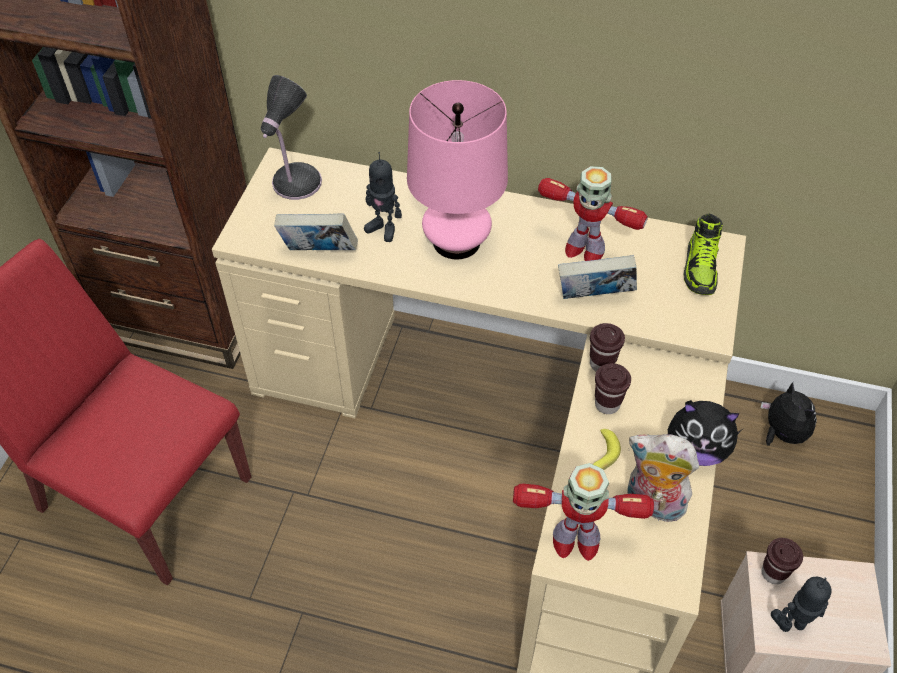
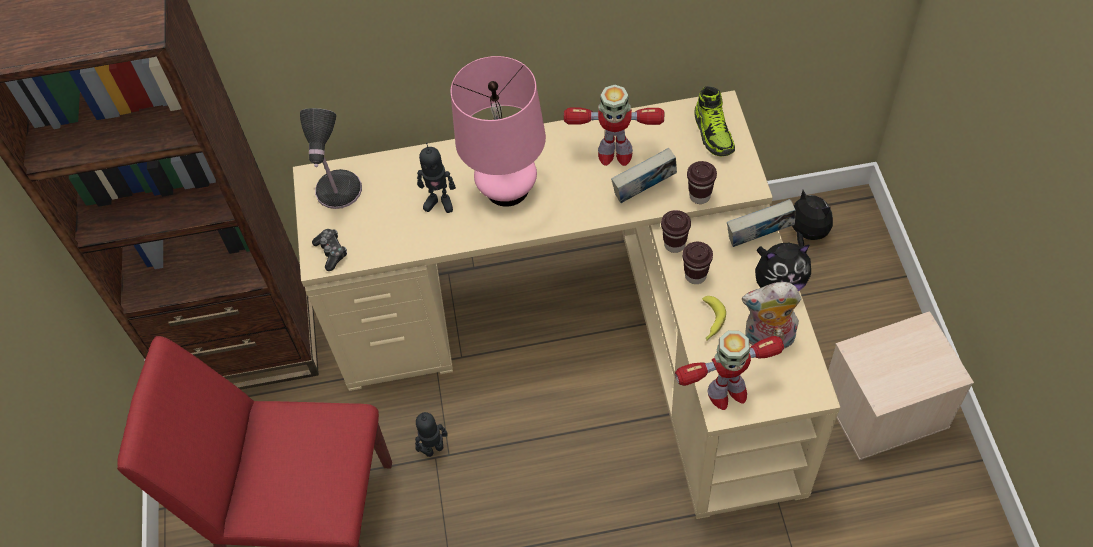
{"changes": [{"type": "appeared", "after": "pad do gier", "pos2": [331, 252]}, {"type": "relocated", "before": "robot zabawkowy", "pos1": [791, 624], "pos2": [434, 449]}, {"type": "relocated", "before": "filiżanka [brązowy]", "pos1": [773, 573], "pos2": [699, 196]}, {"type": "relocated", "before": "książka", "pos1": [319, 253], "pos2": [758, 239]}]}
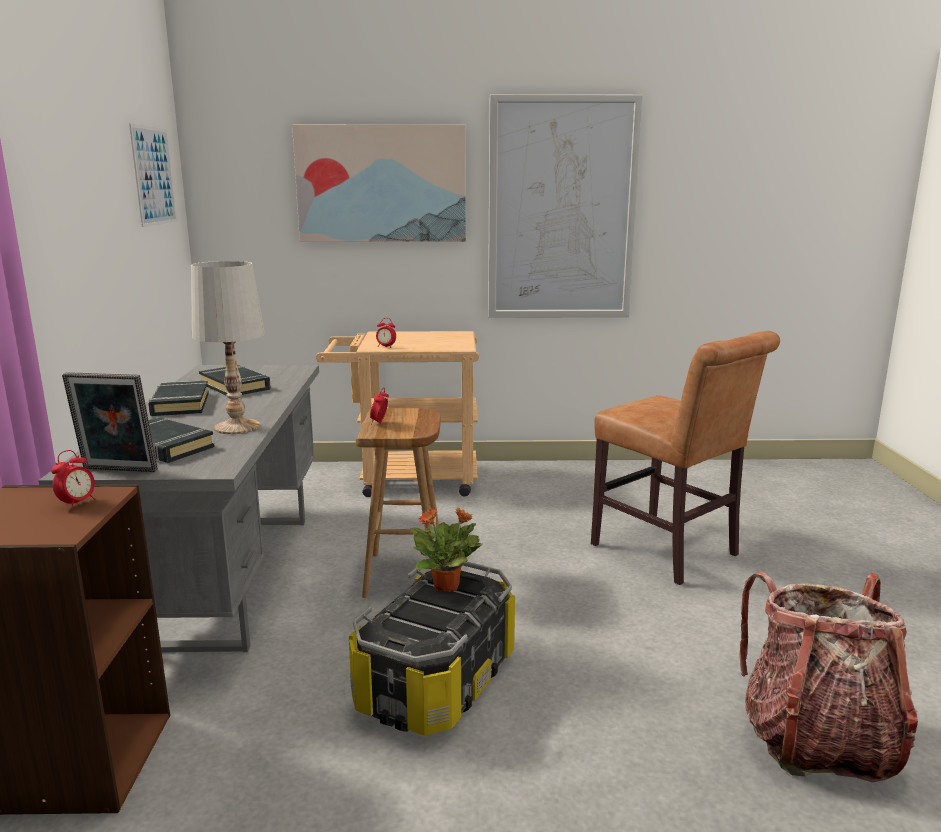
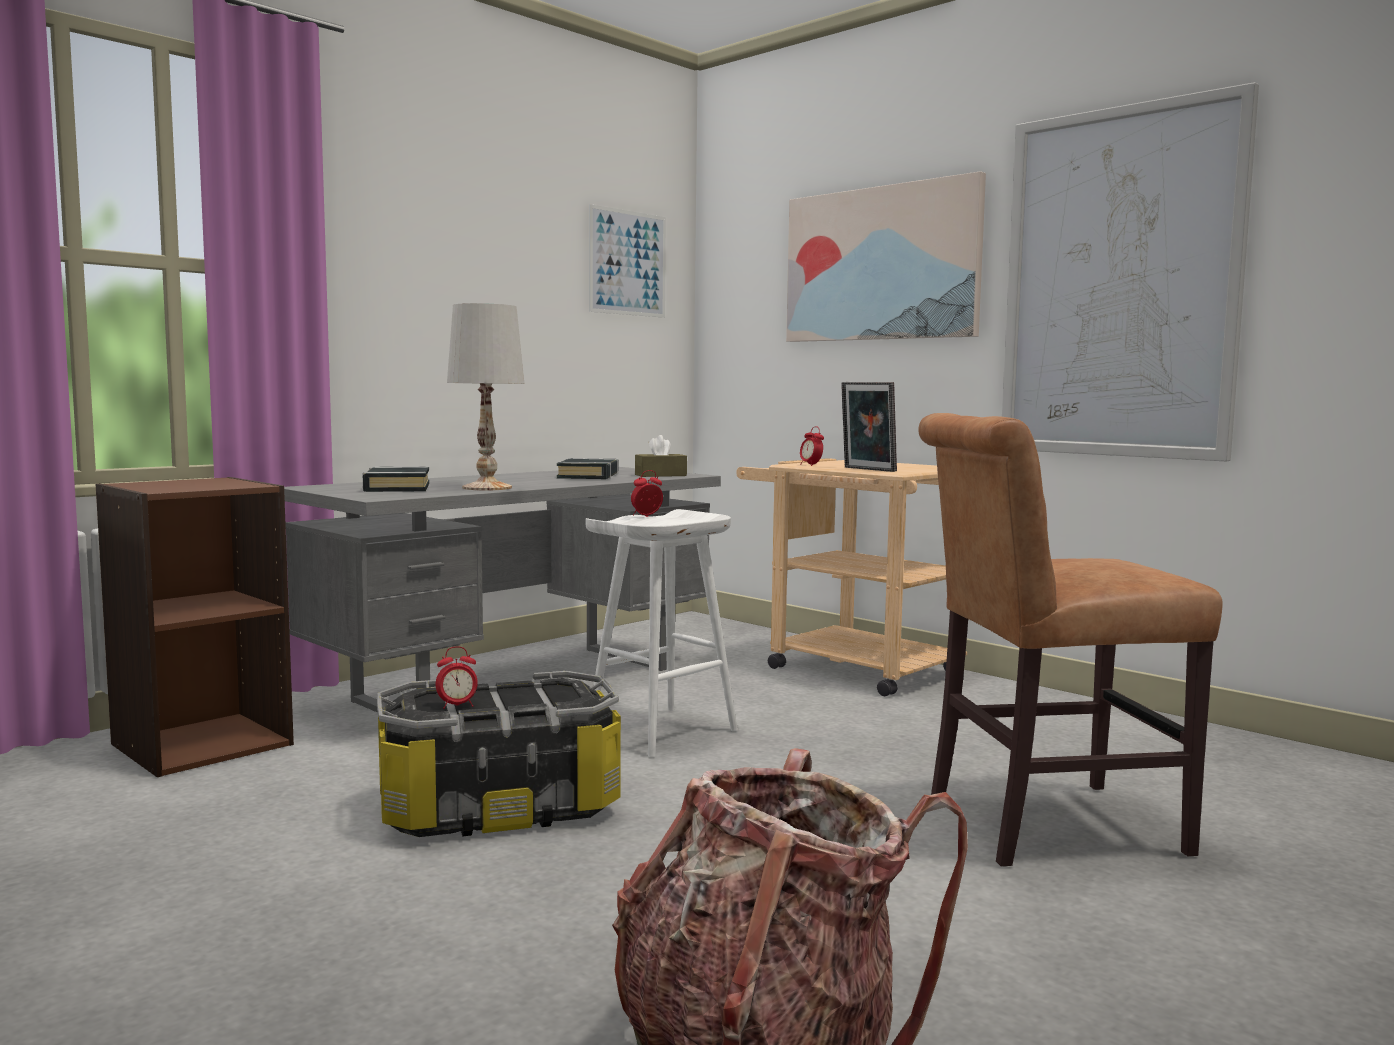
{"changes": [{"type": "relocated", "before": "budzik", "pos1": [77, 503], "pos2": [457, 706]}, {"type": "colour", "before": "stołek [brązowy]", "after": "stołek [biały]", "pos1": [406, 575], "pos2": [661, 732]}, {"type": "appeared", "after": "pudełko chusteczek [brązowy]", "pos2": [660, 475]}, {"type": "relocated", "before": "ramka na zdjęcie", "pos1": [117, 471], "pos2": [867, 469]}, {"type": "spun", "before": "krzesło [brązowy]", "pos1": [670, 553], "pos2": [1040, 825], "turn": 75}, {"type": "missing", "before": "książka [czarny]", "pos1": [180, 404]}, {"type": "missing", "before": "roślina doniczkowa", "pos1": [447, 586]}]}
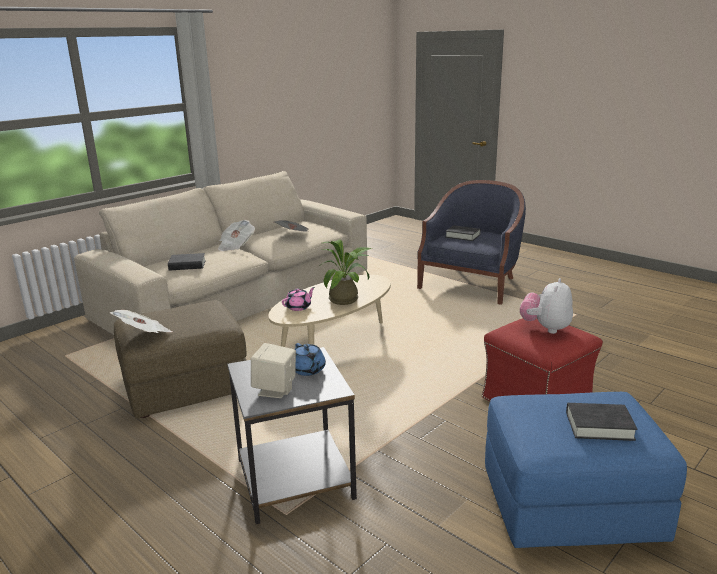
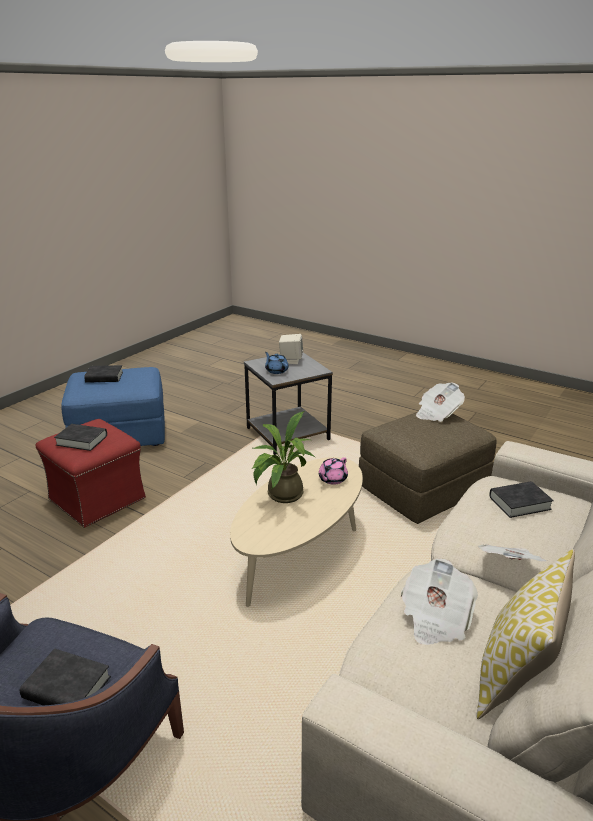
{"changes": [{"type": "exchanged", "before": "pluszak", "after": "książka [czarny]", "pos1": [545, 328], "pos2": [82, 440]}, {"type": "appeared", "after": "poduszka", "pos2": [515, 677]}]}
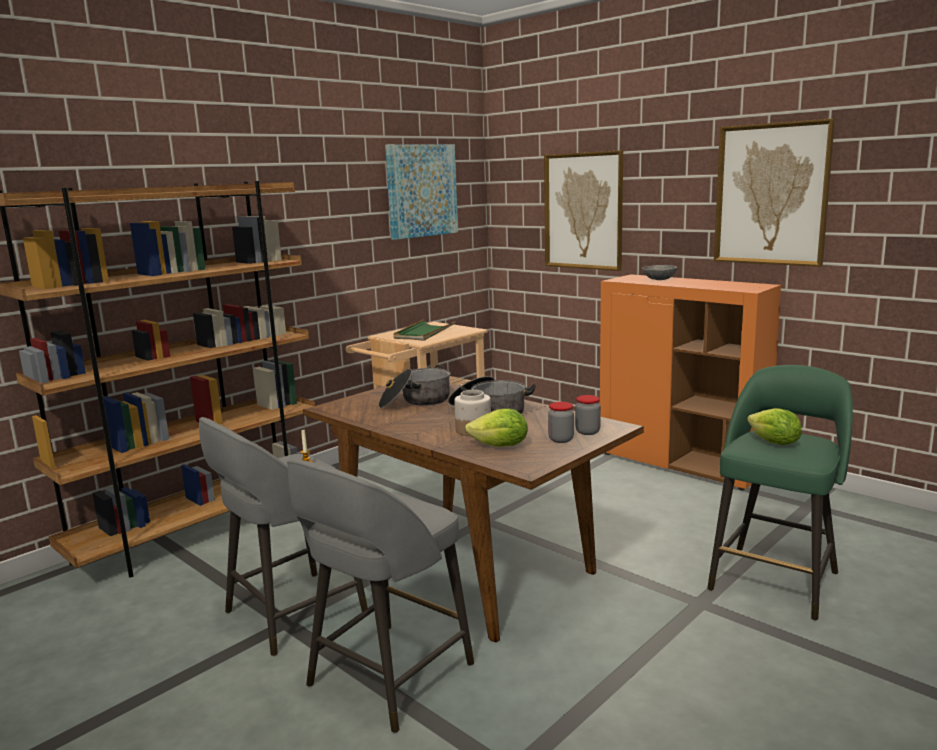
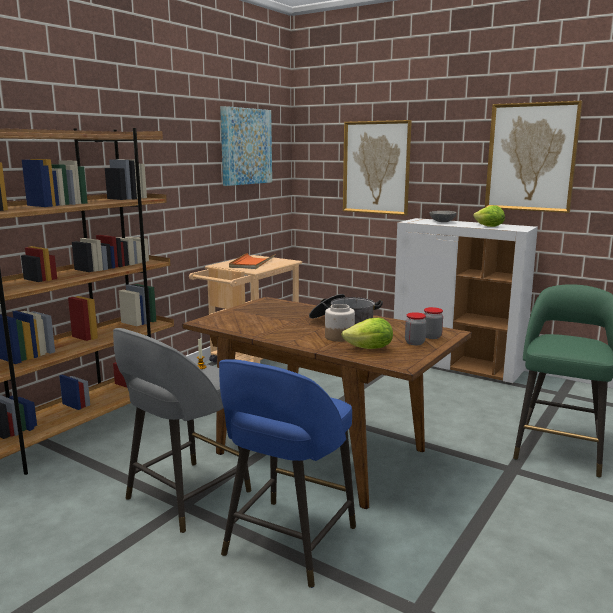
{"changes": [{"type": "colour", "before": "stołek [szary]", "after": "stołek [niebieski]", "pos1": [387, 677], "pos2": [288, 543]}, {"type": "colour", "before": "taca [zielony]", "after": "taca [pomarańczowy]", "pos1": [424, 333], "pos2": [252, 263]}, {"type": "colour", "before": "szafka [pomarańczowy]", "after": "szafka [biały]", "pos1": [682, 464], "pos2": [457, 366]}, {"type": "relocated", "before": "sałata", "pos1": [774, 443], "pos2": [489, 226]}, {"type": "missing", "before": "garnek", "pos1": [415, 401]}]}
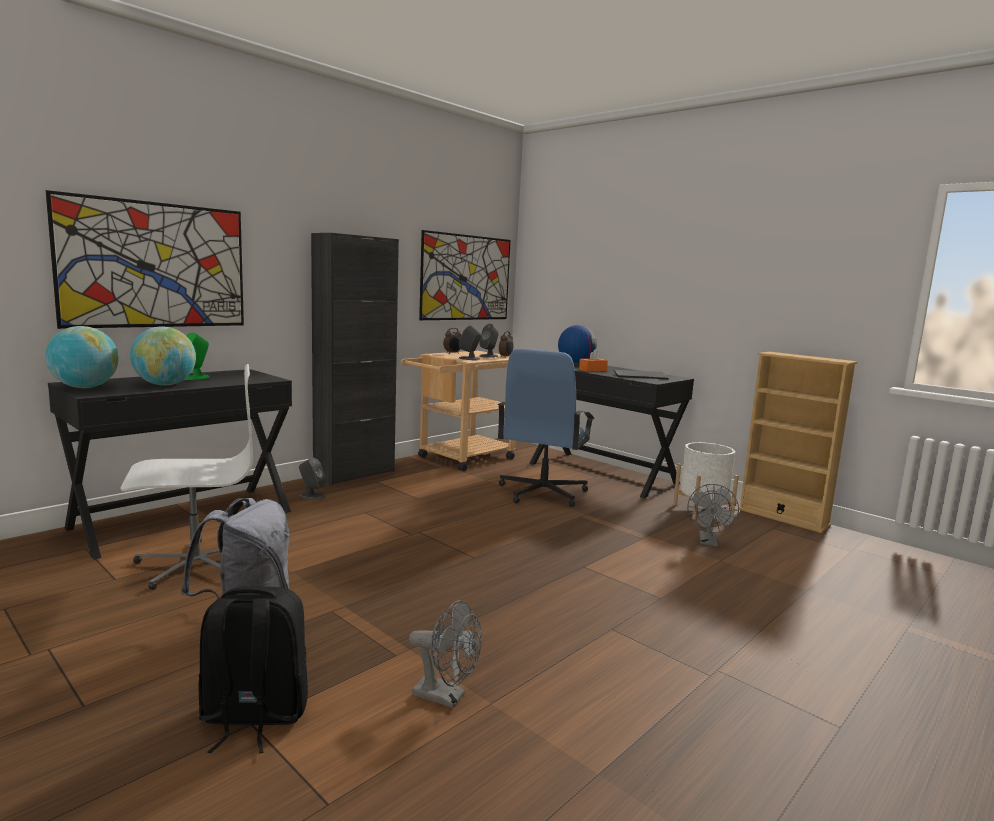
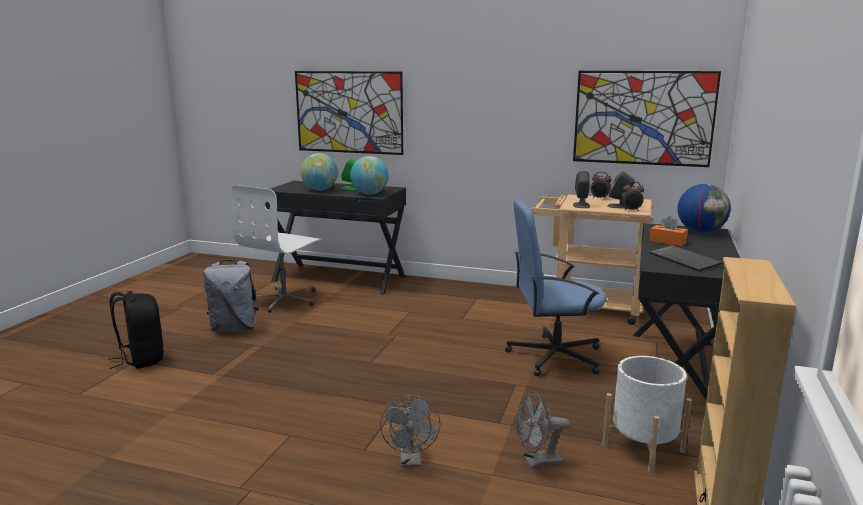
{"changes": [{"type": "spun", "before": "krzesło biurowe [biały]", "pos1": [195, 563], "pos2": [285, 299], "turn": 75}, {"type": "relocated", "before": "globus", "pos1": [85, 387], "pos2": [370, 194]}, {"type": "relocated", "before": "wentylator [szary]", "pos1": [446, 697], "pos2": [411, 461]}, {"type": "missing", "before": "głośnik [szary]", "pos1": [312, 496]}, {"type": "missing", "before": "szafka [czarny]", "pos1": [354, 474]}]}
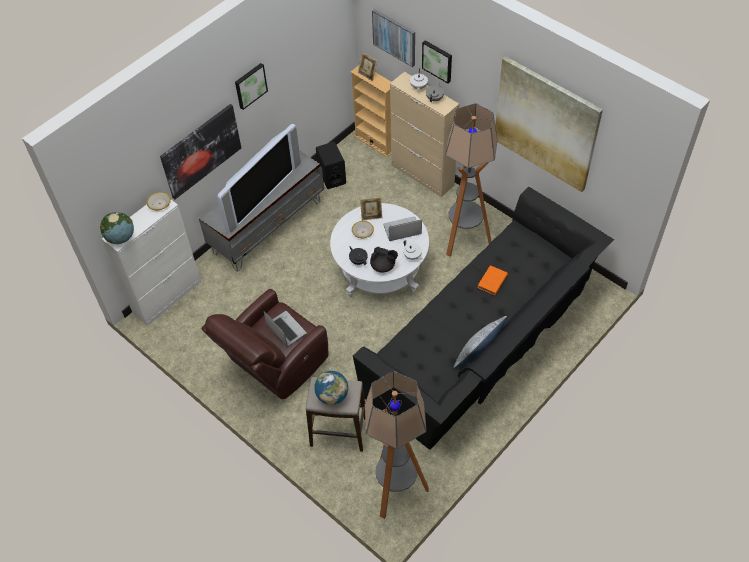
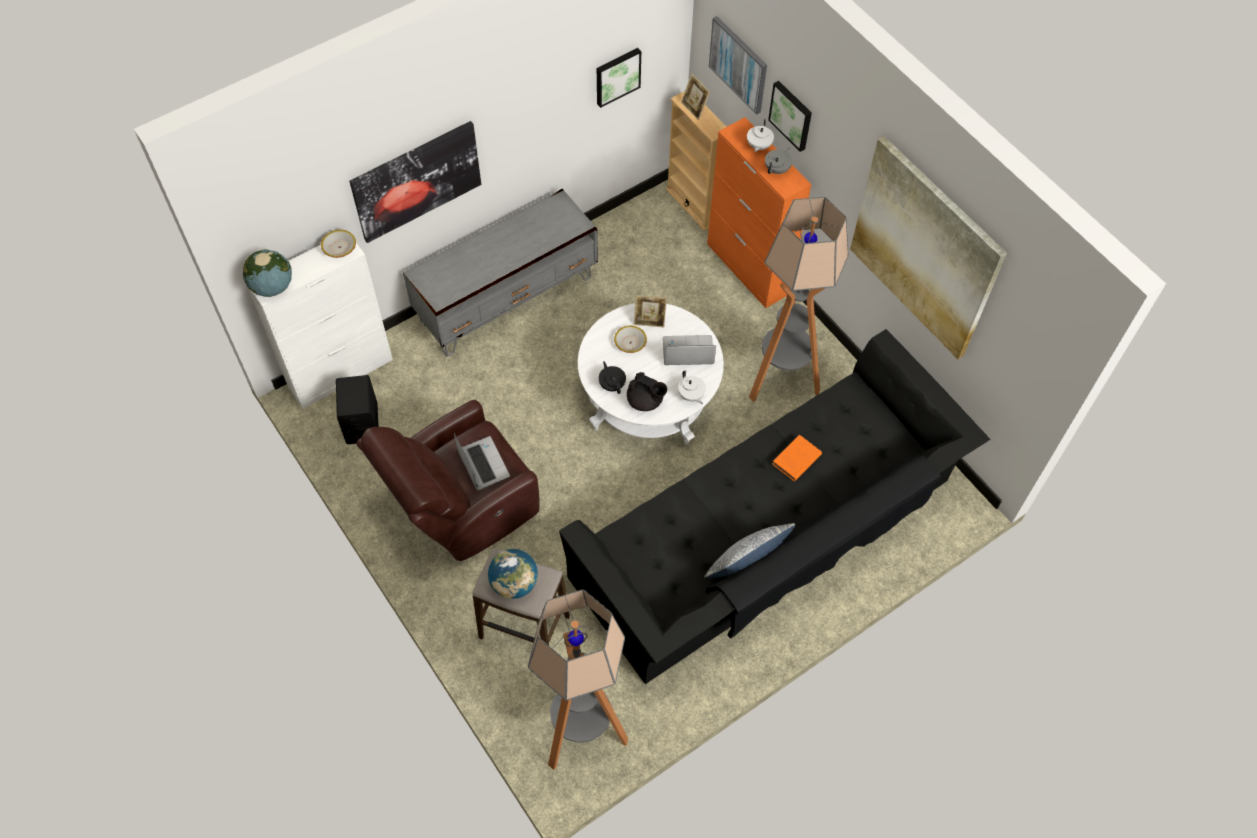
{"changes": [{"type": "relocated", "before": "głośnik [czarny]", "pos1": [332, 177], "pos2": [362, 423]}, {"type": "relocated", "before": "obraz", "pos1": [250, 85], "pos2": [617, 76]}, {"type": "colour", "before": "szafka [beżowy]", "after": "szafka [pomarańczowy]", "pos1": [422, 175], "pos2": [748, 269]}, {"type": "missing", "before": "telewizor", "pos1": [262, 195]}]}
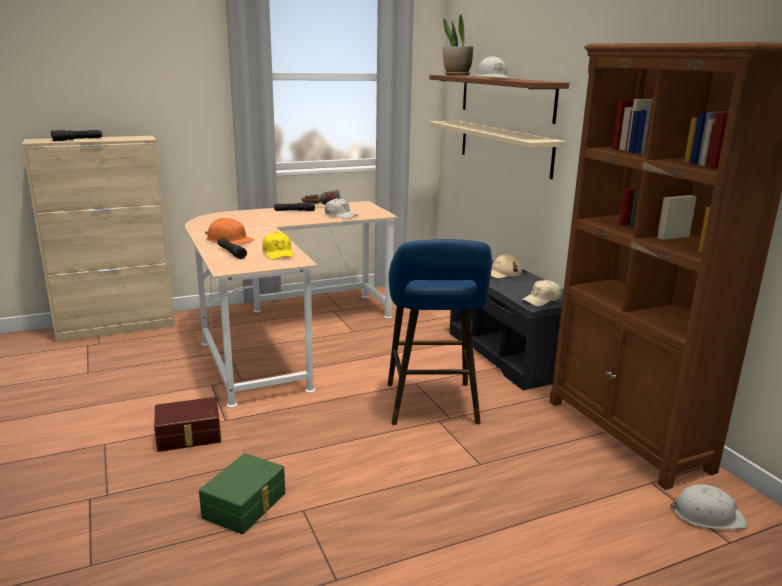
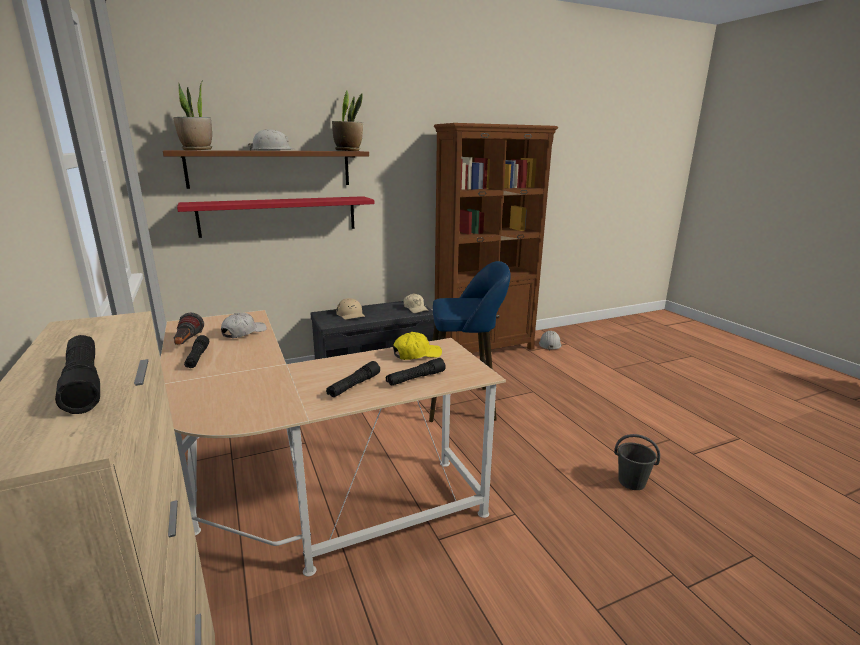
{"changes": [{"type": "colour", "before": "półka [beżowy]", "after": "półka [czerwony]", "pos1": [504, 147], "pos2": [279, 216]}, {"type": "exchanged", "before": "kask [pomarańczowy]", "after": "latarka [czarny]", "pos1": [229, 240], "pos2": [354, 386]}, {"type": "appeared", "after": "roślina doniczkowa", "pos2": [348, 150]}, {"type": "exchanged", "before": "pojemnik do przechowywania [zielony]", "after": "wiadro [szary]", "pos1": [246, 505], "pos2": [631, 481]}, {"type": "missing", "before": "pojemnik do przechowywania [brązowy]", "pos1": [189, 436]}]}
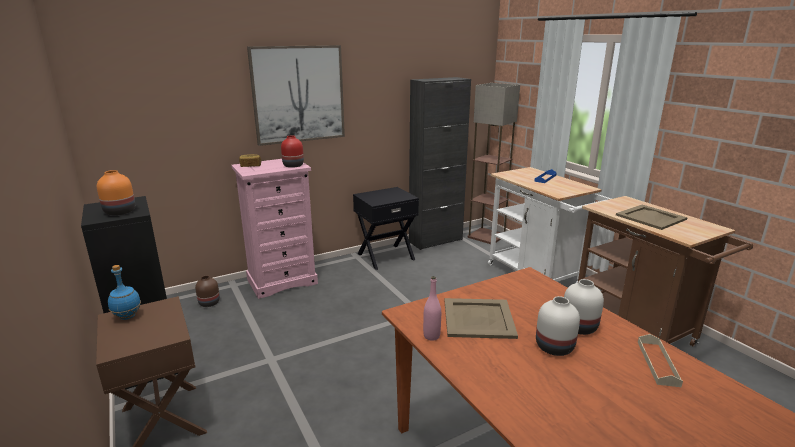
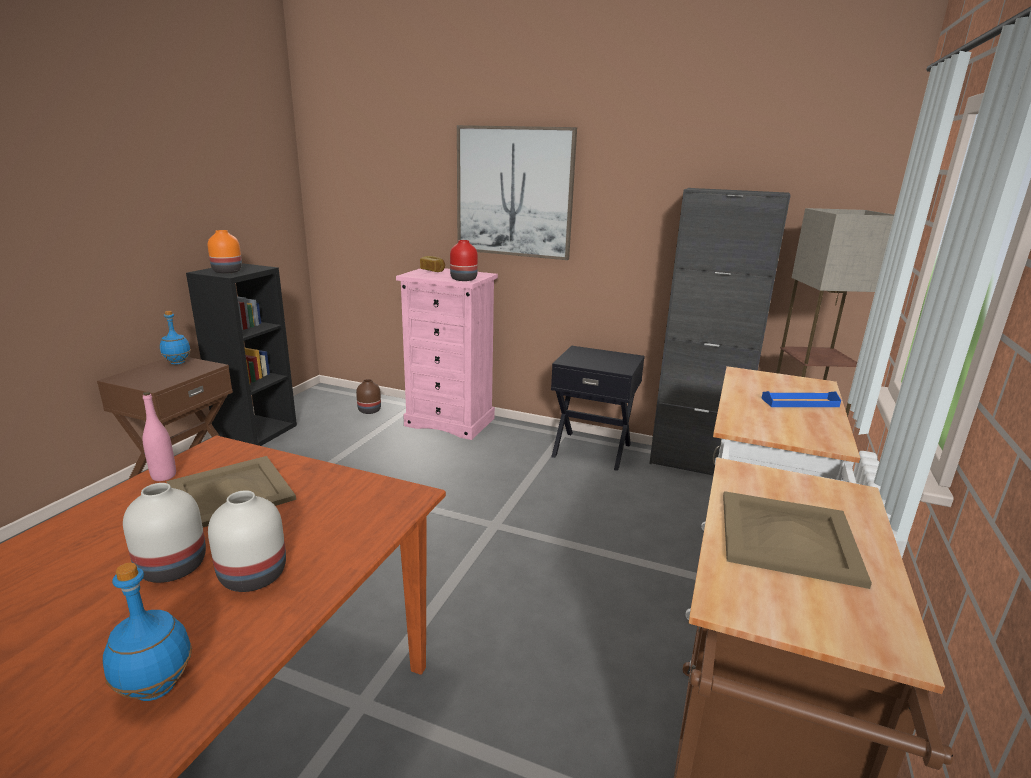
{"changes": [{"type": "exchanged", "before": "taca [beżowy]", "after": "butelka [niebieski]", "pos1": [658, 363], "pos2": [157, 687]}]}
